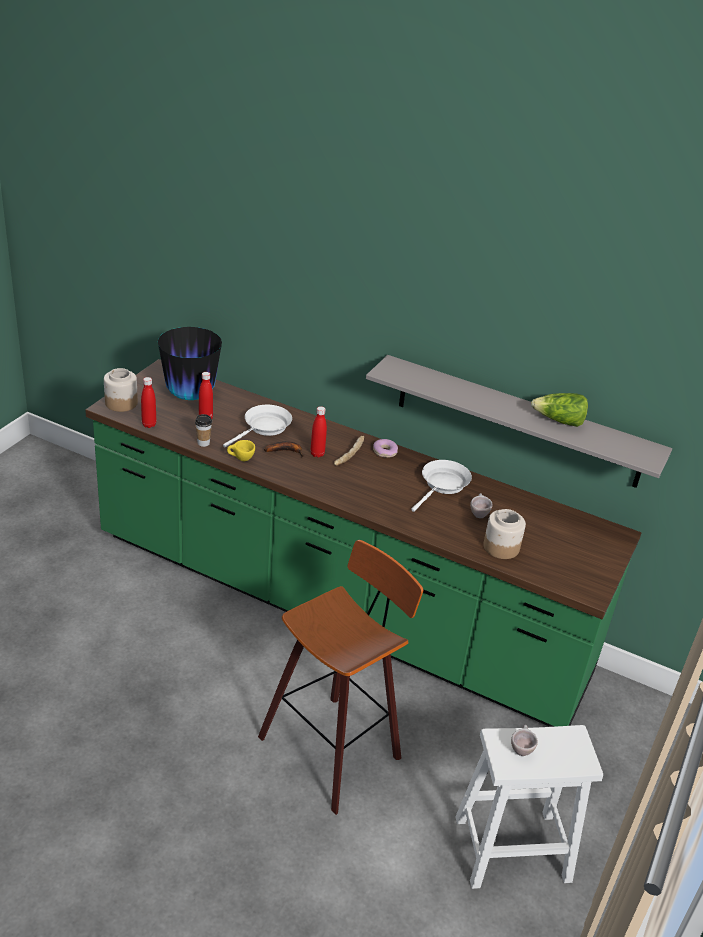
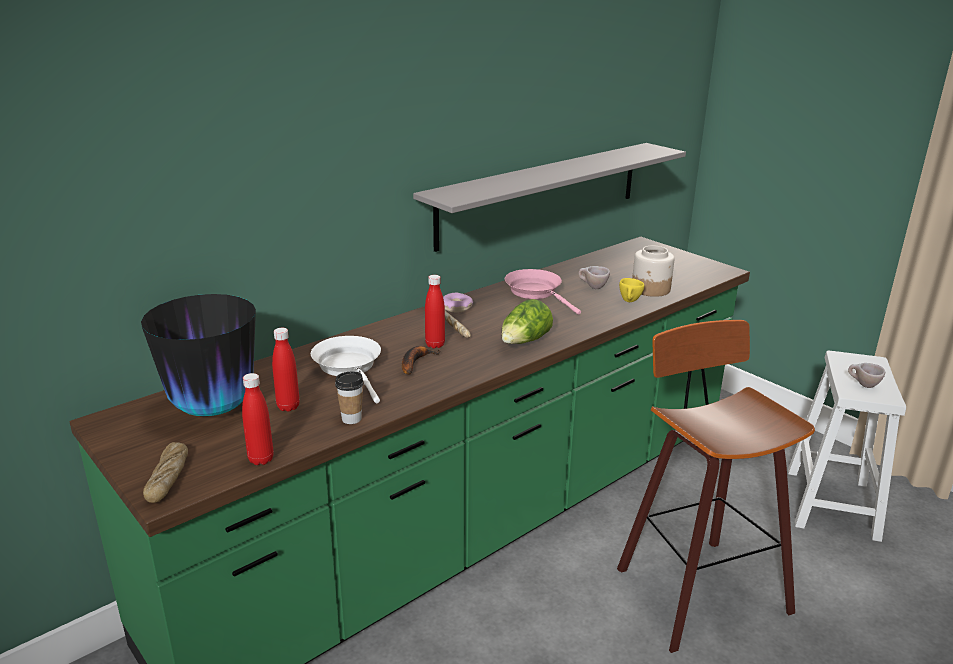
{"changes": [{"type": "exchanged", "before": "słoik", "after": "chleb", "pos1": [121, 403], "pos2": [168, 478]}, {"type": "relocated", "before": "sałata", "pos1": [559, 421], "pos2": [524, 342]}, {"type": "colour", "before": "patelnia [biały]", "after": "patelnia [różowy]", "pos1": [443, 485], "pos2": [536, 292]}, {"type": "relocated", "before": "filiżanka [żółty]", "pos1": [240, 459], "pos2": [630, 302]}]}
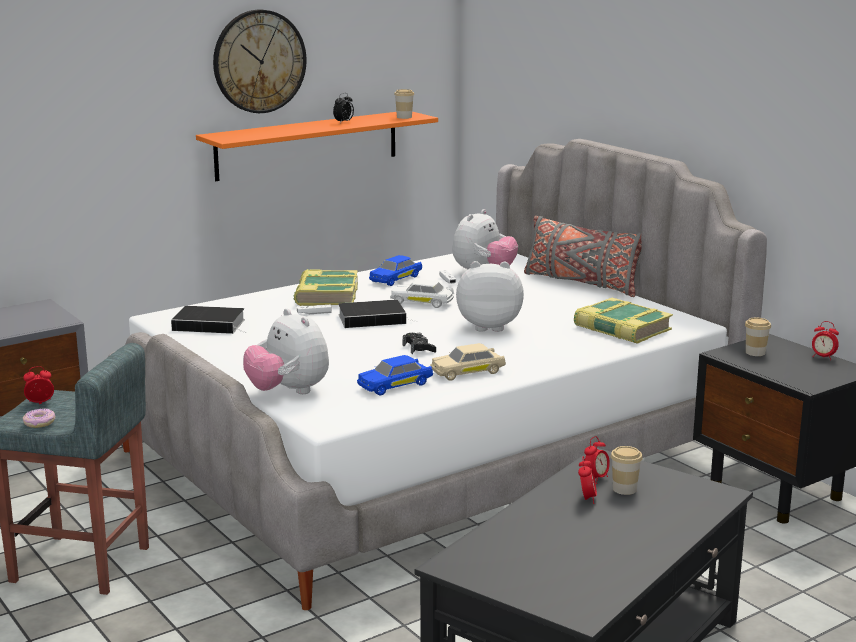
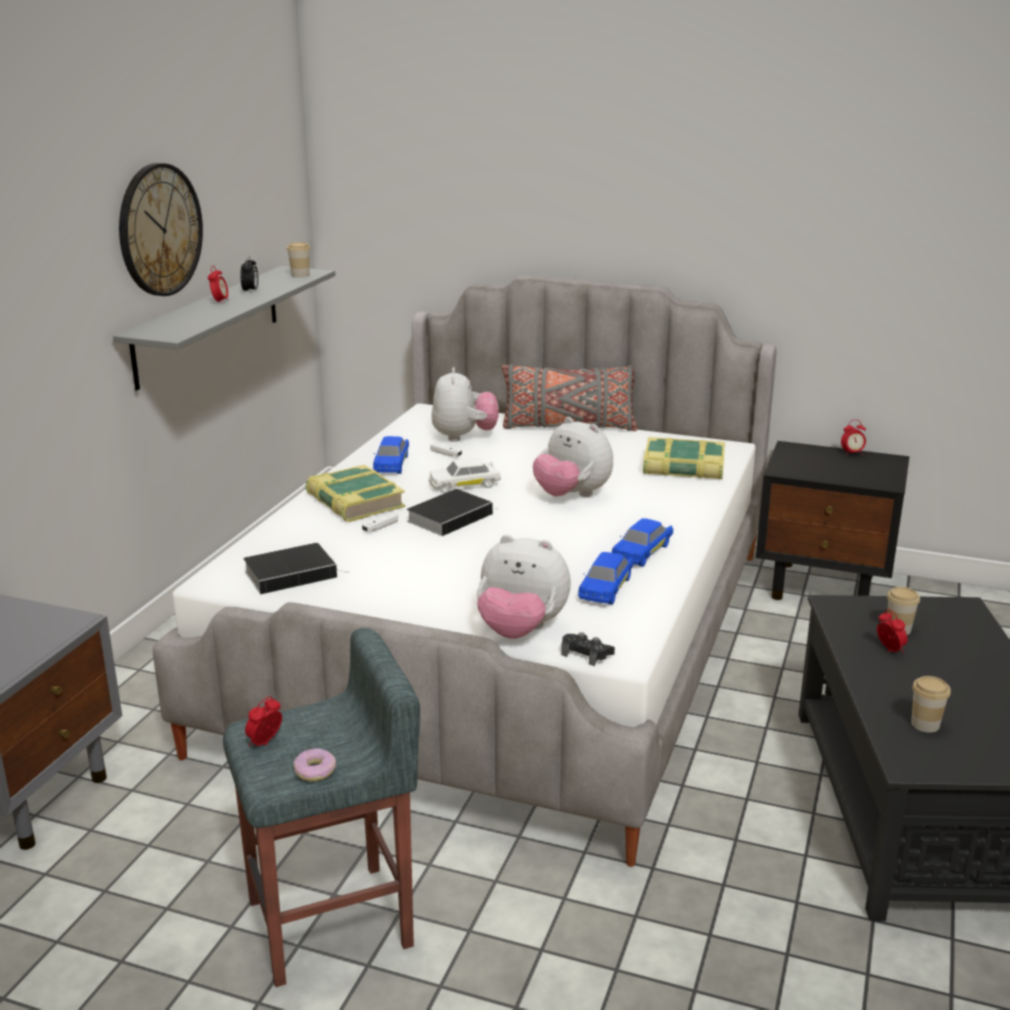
{"changes": [{"type": "colour", "before": "półka [pomarańczowy]", "after": "półka [szary]", "pos1": [308, 145], "pos2": [208, 325]}, {"type": "relocated", "before": "budzik", "pos1": [596, 479], "pos2": [220, 302]}, {"type": "spun", "before": "pluszak", "pos1": [489, 326], "pos2": [572, 495], "turn": -105}, {"type": "relocated", "before": "pad do gier [czarny]", "pos1": [419, 348], "pos2": [586, 654]}, {"type": "colour", "before": "samochodzik [beżowy]", "after": "samochodzik [niebieski]", "pos1": [468, 372], "pos2": [642, 552]}, {"type": "relocated", "before": "filiżanka", "pos1": [755, 352], "pos2": [925, 724]}]}
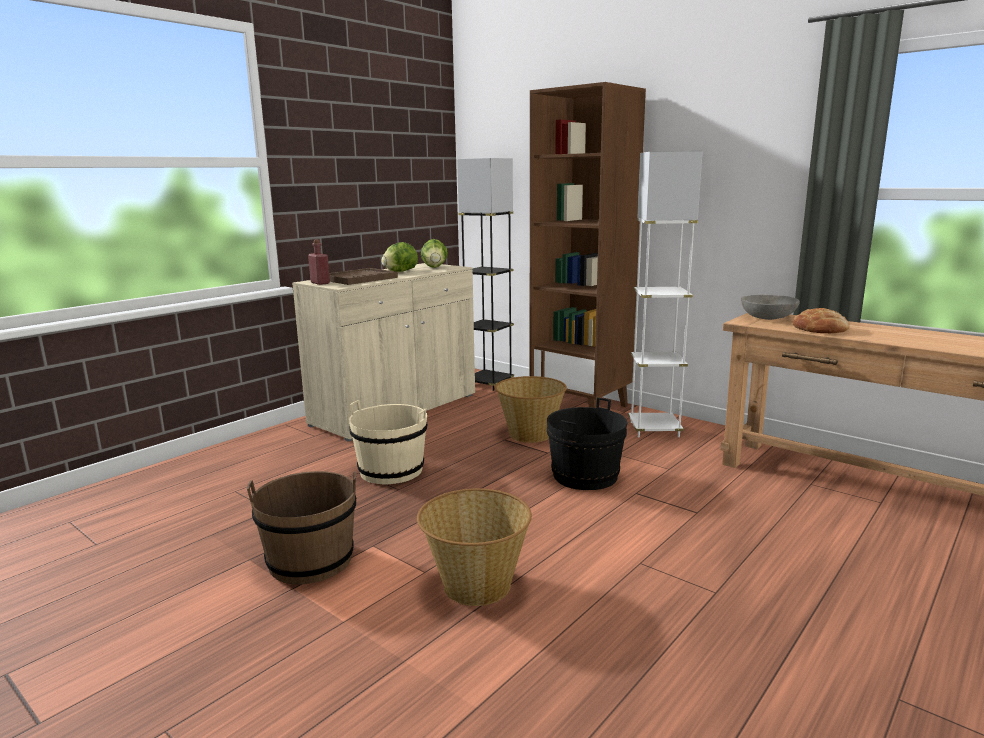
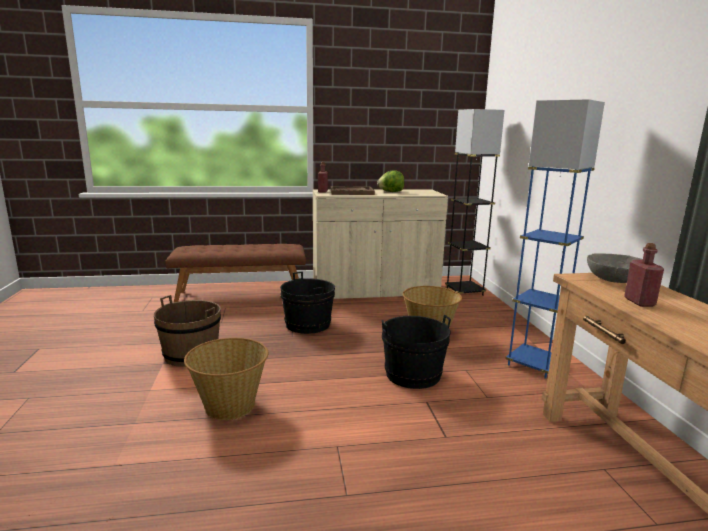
{"changes": [{"type": "appeared", "after": "ławka [brązowy]", "pos2": [241, 295]}, {"type": "colour", "before": "wiadro [beżowy]", "after": "wiadro [czarny]", "pos1": [391, 471], "pos2": [308, 325]}, {"type": "colour", "before": "lampa stojąca [biały]", "after": "lampa stojąca [niebieski]", "pos1": [654, 429], "pos2": [534, 364]}, {"type": "exchanged", "before": "chleb", "after": "butelka [czerwony]", "pos1": [820, 329], "pos2": [639, 302]}, {"type": "missing", "before": "sałata", "pos1": [434, 267]}, {"type": "missing", "before": "regał [brązowy]", "pos1": [581, 406]}]}
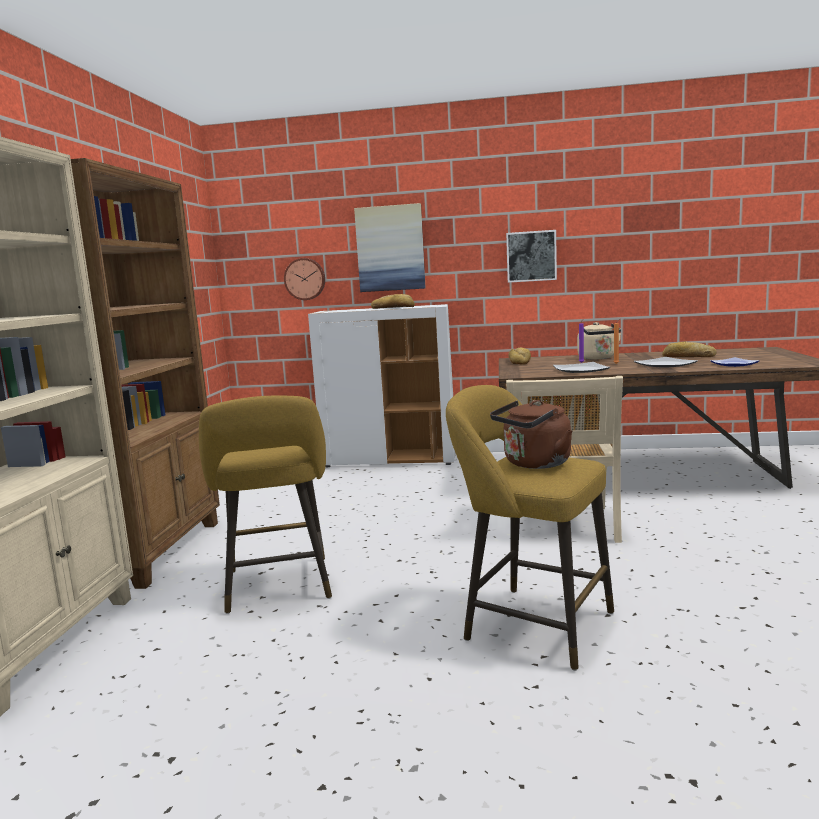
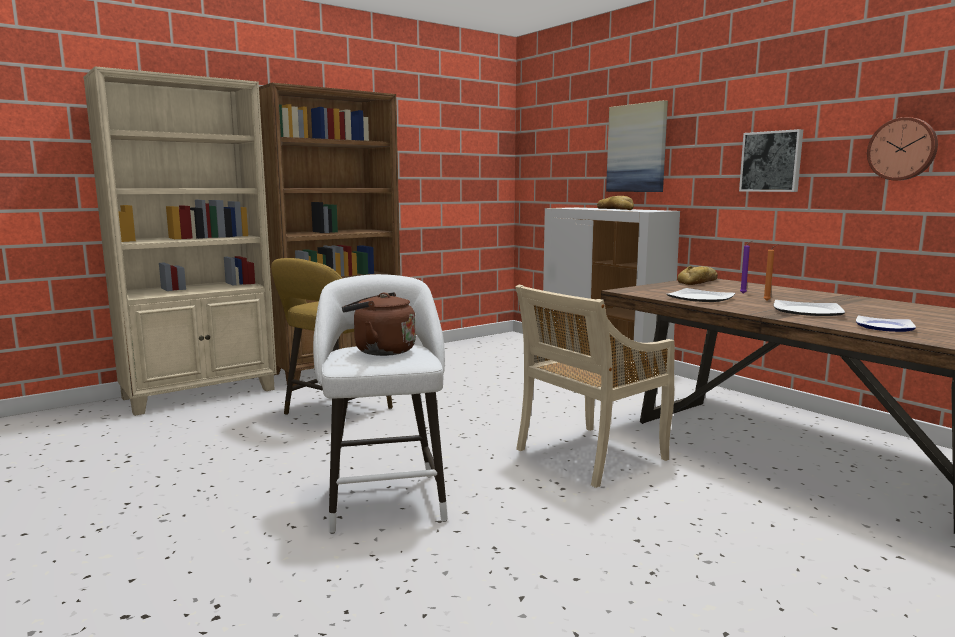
{"changes": [{"type": "colour", "before": "stołek [żółty]", "after": "stołek [biały]", "pos1": [531, 624], "pos2": [384, 498]}, {"type": "relocated", "before": "zegar ścienny", "pos1": [305, 279], "pos2": [902, 149]}, {"type": "missing", "before": "czajnik [beżowy]", "pos1": [598, 358]}, {"type": "missing", "before": "chleb", "pos1": [688, 356]}]}
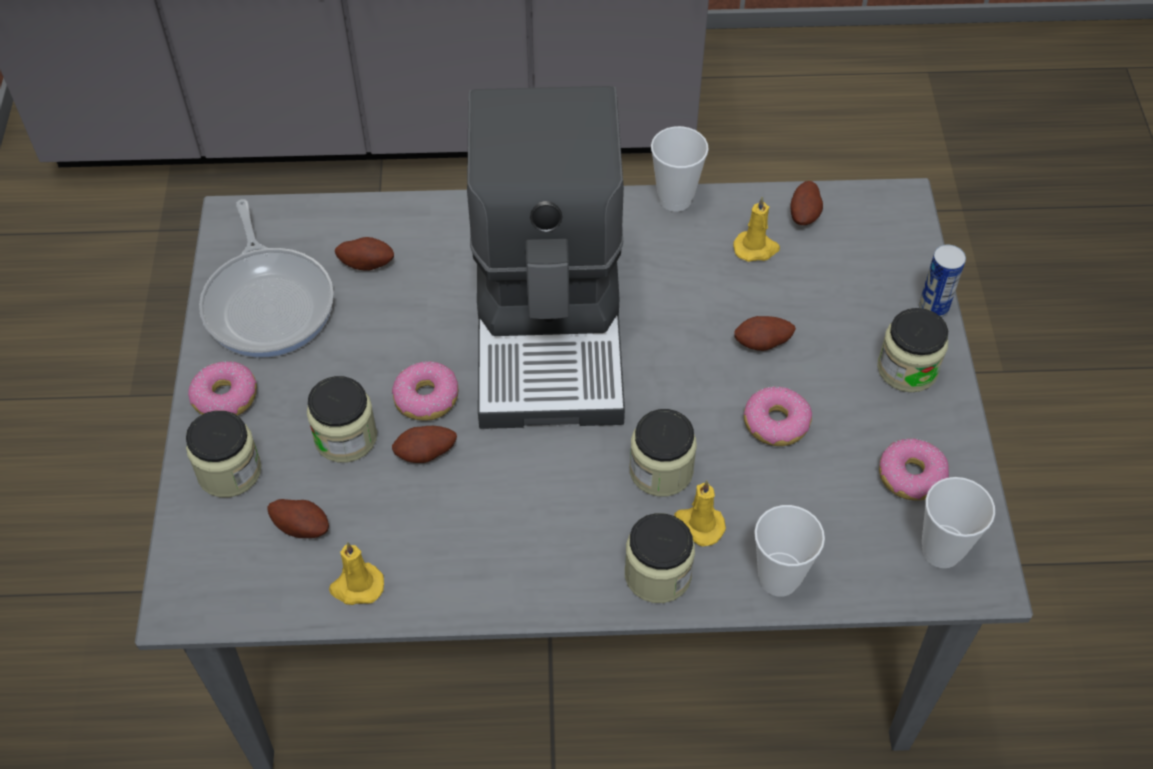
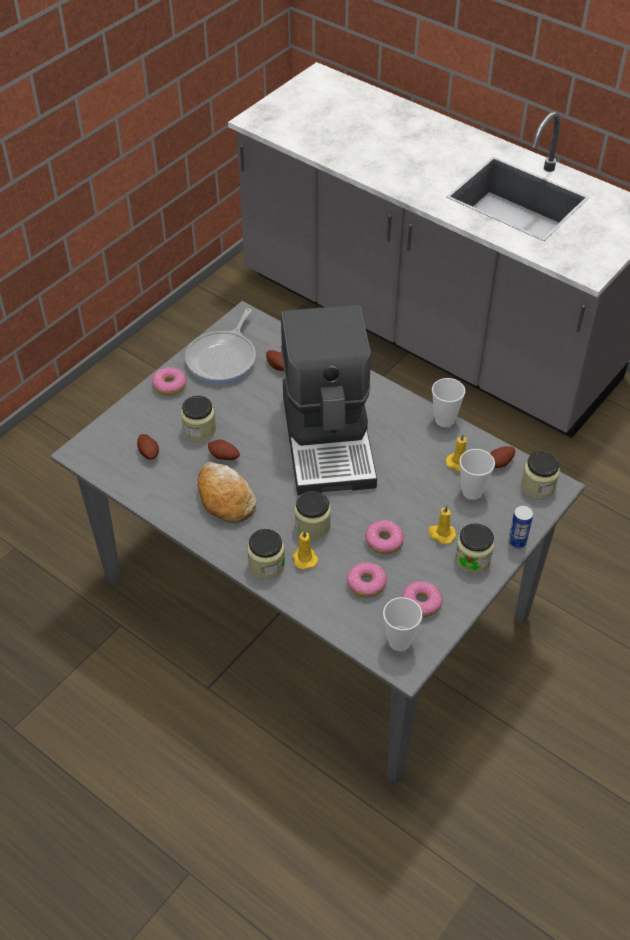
{"changes": [{"type": "appeared", "after": "chleb", "pos2": [225, 498]}, {"type": "spun", "before": "ekspres do kawy", "pos1": [552, 325], "pos2": [330, 439], "turn": -45}, {"type": "relocated", "before": "donut", "pos1": [426, 398], "pos2": [366, 584]}, {"type": "relocated", "before": "świeca [żółty]", "pos1": [356, 586], "pos2": [441, 534]}, {"type": "relocated", "before": "filiżanka", "pos1": [779, 579], "pos2": [472, 492]}, {"type": "relocated", "before": "słoik", "pos1": [229, 471], "pos2": [538, 486]}, {"type": "missing", "before": "ziemniak", "pos1": [763, 344]}]}
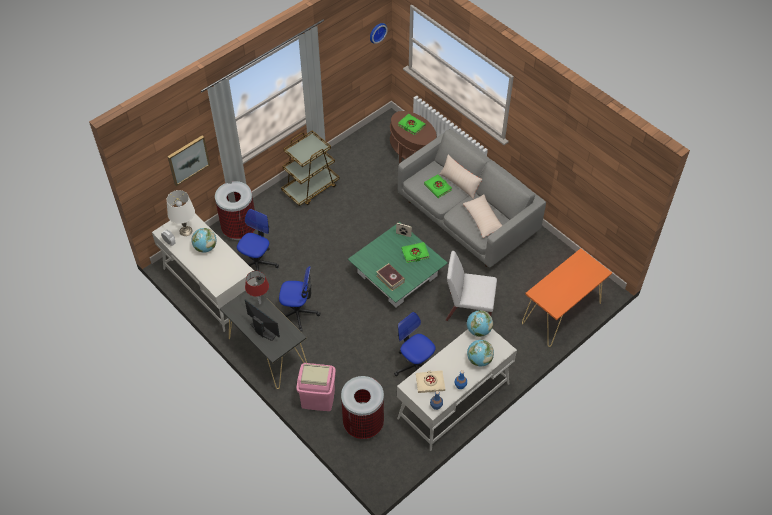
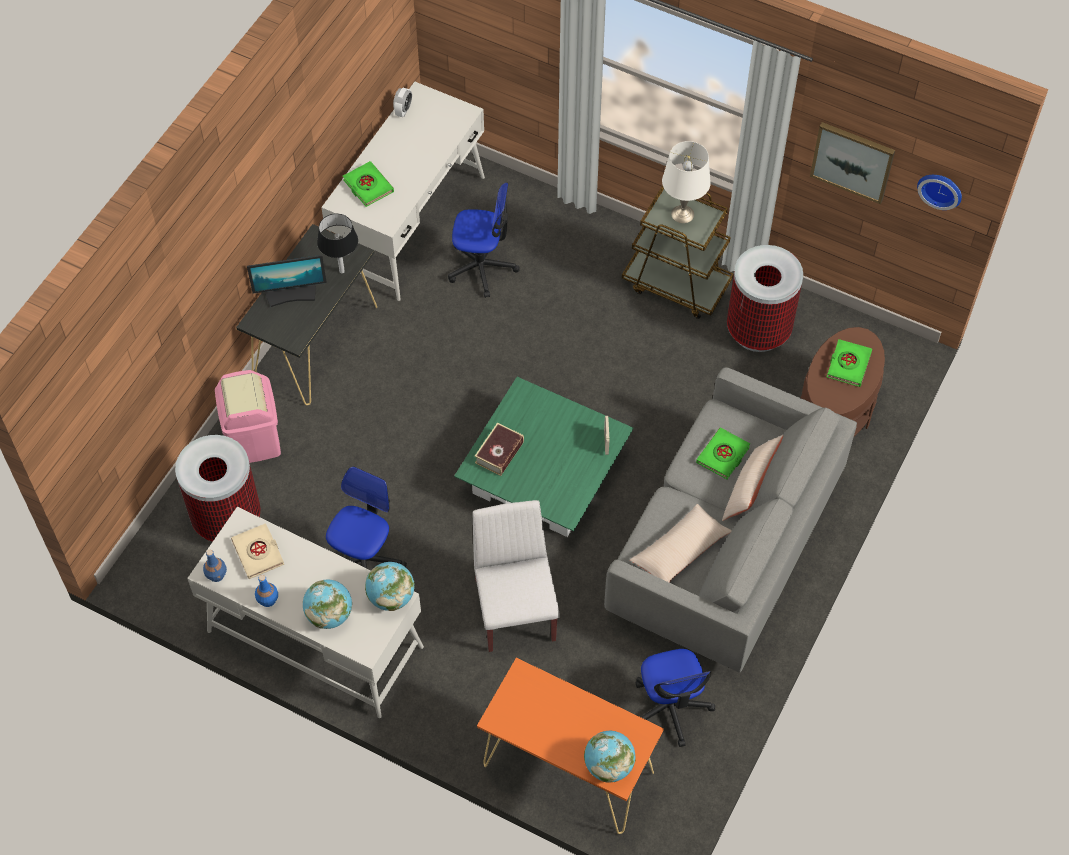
{"changes": [{"type": "spun", "before": "monitor", "pos1": [263, 330], "pos2": [291, 294], "turn": 60}, {"type": "colour", "before": "lampa stołowa [czerwony]", "after": "lampa stołowa [czarny]", "pos1": [260, 303], "pos2": [342, 271]}, {"type": "relocated", "before": "książka [zielony]", "pos1": [415, 253], "pos2": [368, 186]}, {"type": "relocated", "before": "globus", "pos1": [205, 247], "pos2": [608, 765]}, {"type": "relocated", "before": "krzesło biurowe", "pos1": [298, 313], "pos2": [670, 708]}, {"type": "relocated", "before": "lampa stołowa [biały]", "pos1": [185, 231], "pos2": [682, 214]}, {"type": "relocated", "before": "kosz na śmieci", "pos1": [239, 229], "pos2": [758, 330]}, {"type": "relocated", "before": "obraz", "pos1": [188, 160], "pos2": [852, 161]}]}
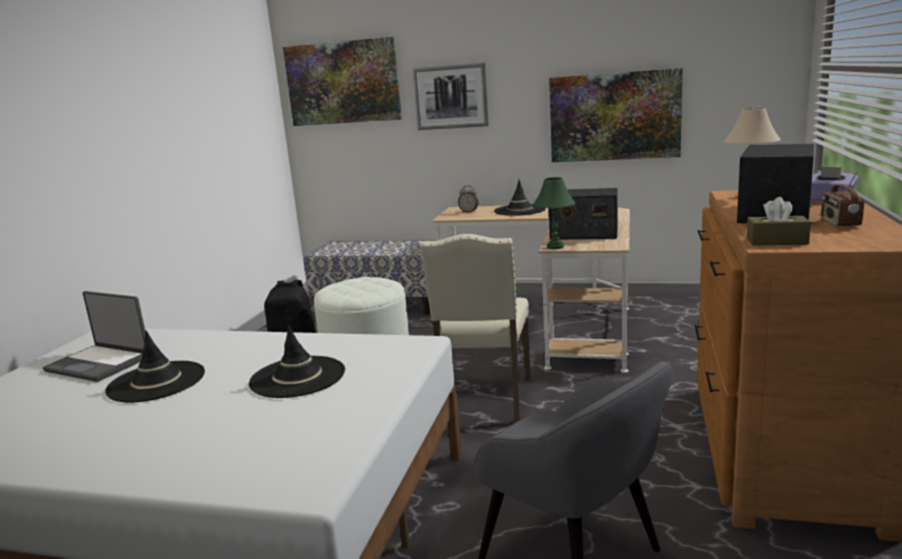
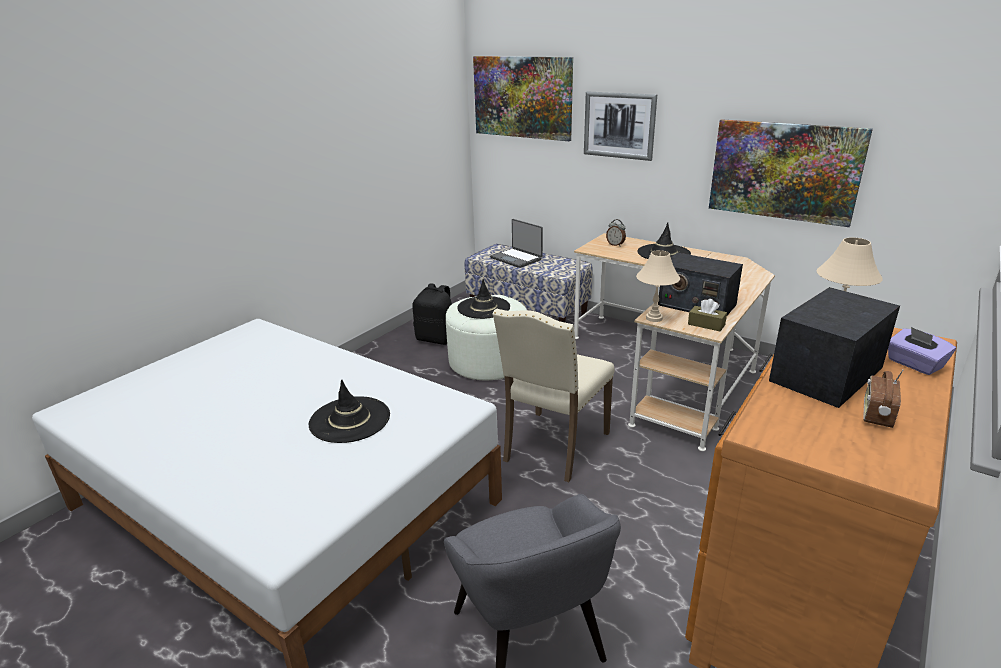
{"changes": [{"type": "relocated", "before": "kapelusz [czarny]", "pos1": [156, 382], "pos2": [483, 308]}, {"type": "relocated", "before": "laptop", "pos1": [100, 363], "pos2": [517, 258]}, {"type": "colour", "before": "lampa stołowa [zielony]", "after": "lampa stołowa [beżowy]", "pos1": [555, 247], "pos2": [654, 318]}, {"type": "relocated", "before": "pudełko chusteczek [brązowy]", "pos1": [776, 241], "pos2": [706, 324]}]}
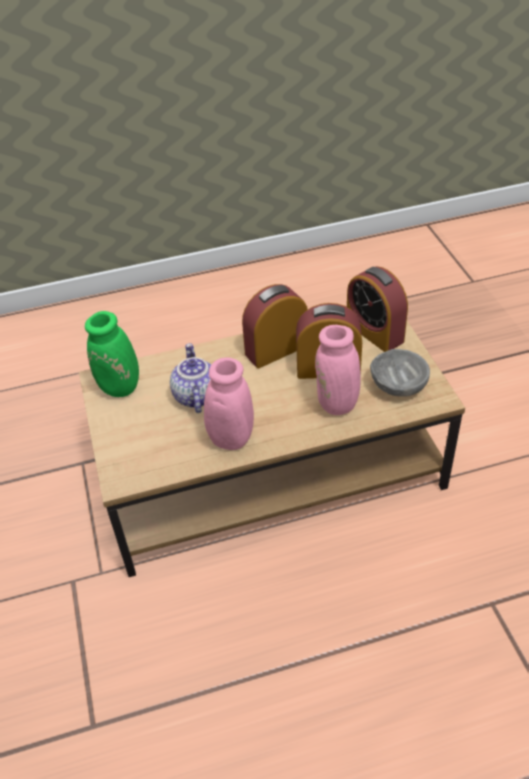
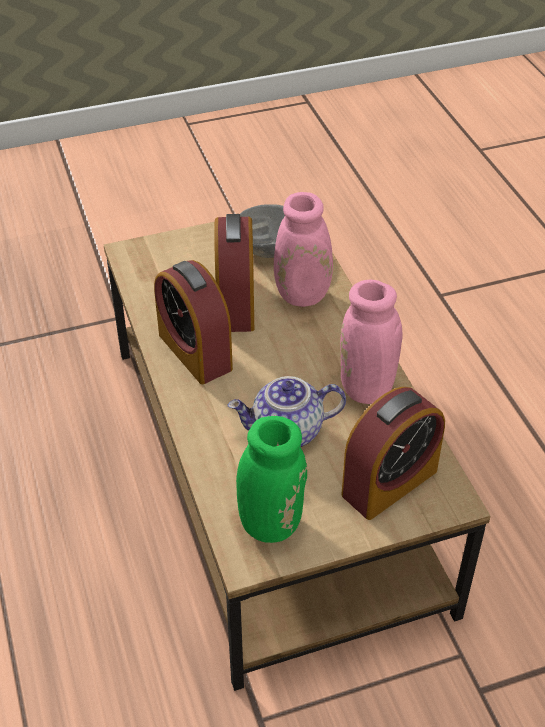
{"changes": [{"type": "relocated", "before": "budzik", "pos1": [374, 332], "pos2": [389, 482]}]}
